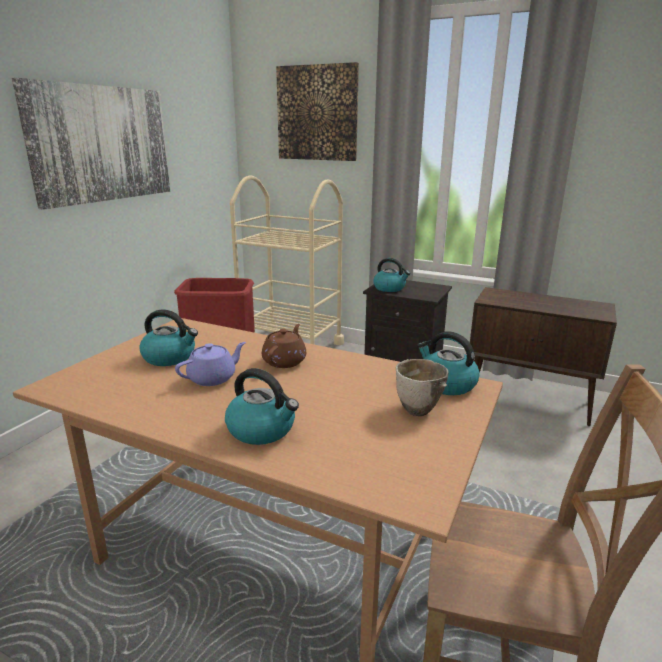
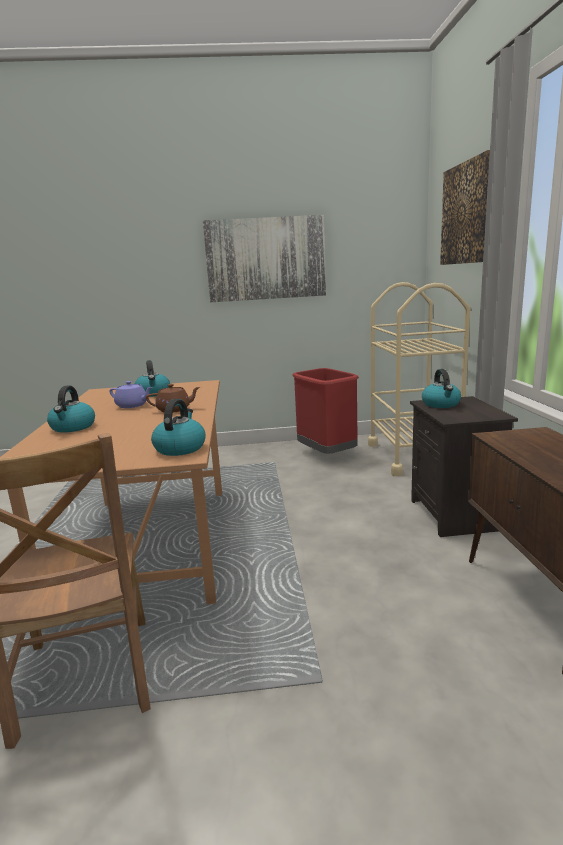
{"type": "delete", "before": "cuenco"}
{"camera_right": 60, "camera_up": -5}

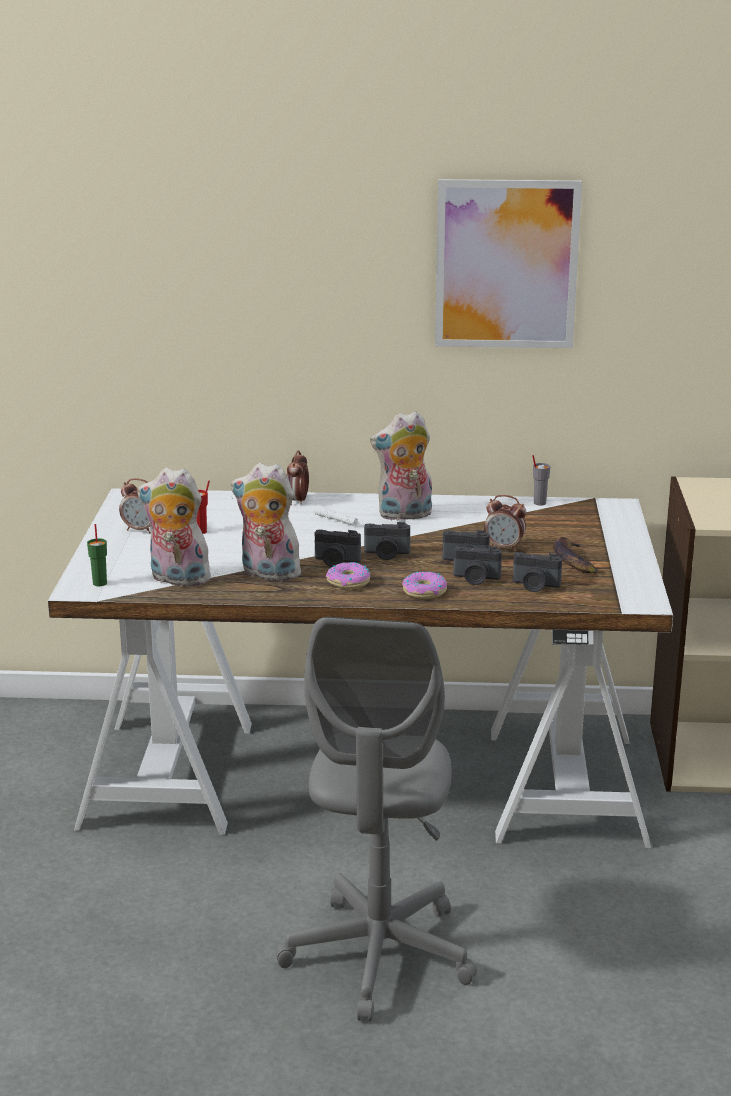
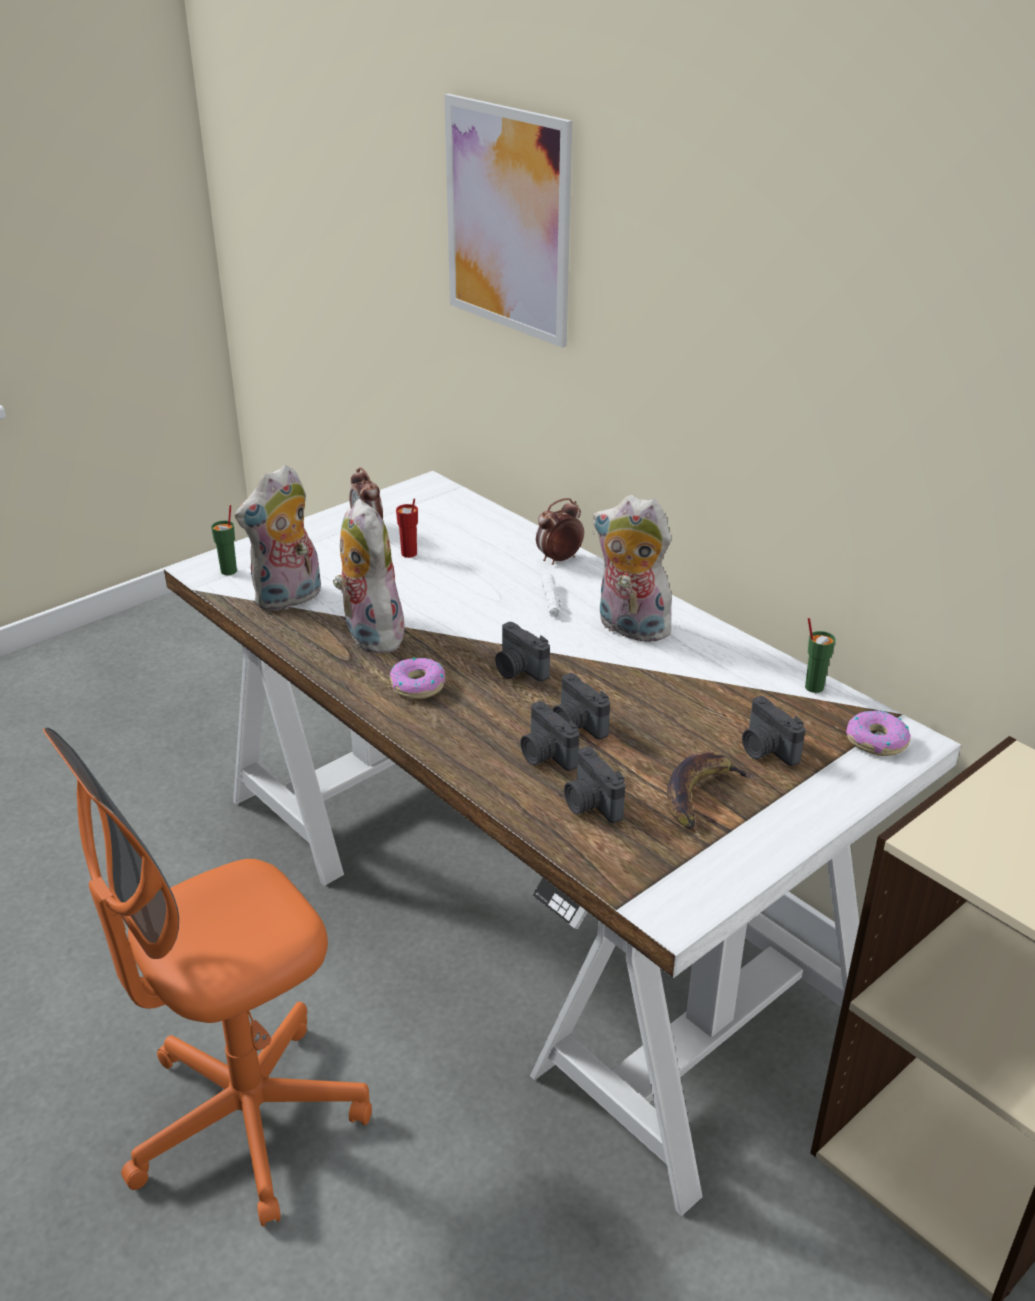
{"type": "move", "before": "cuadro"}
{"type": "recolor", "before": "taza/gris", "after": "taza/verde (2nd from left)"}
{"type": "rotate", "before": "peluche (1st from left)", "turn": -105}
{"type": "delete", "before": "despertador (3rd from left)"}
{"type": "move", "before": "cámara (1st from left in the first image)", "after": "cámara (5th from left)"}
{"type": "move", "before": "rosquilla (2nd from left)"}
{"type": "recolor", "before": "silla de oficina/gris", "after": "silla de oficina/naranja"}
{"camera_right": 45, "camera_up": 10}

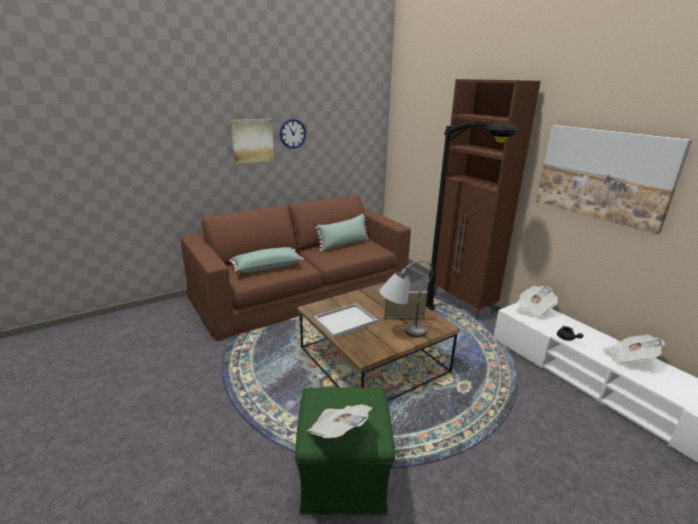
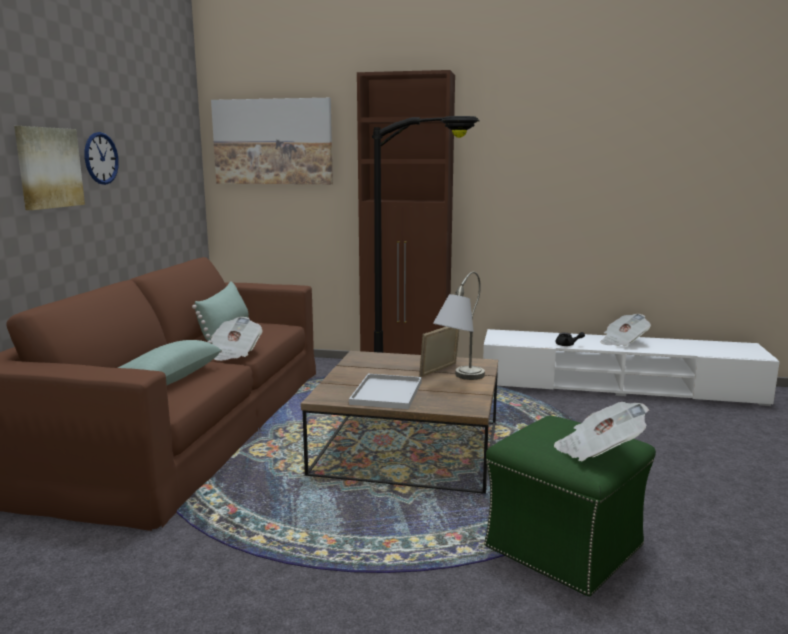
{"type": "move", "before": "cuadro (2nd from left)"}
{"type": "move", "before": "periódico (2nd from left in the first image)", "after": "periódico (1st from left)"}
{"camera_right": -45, "camera_up": -10}

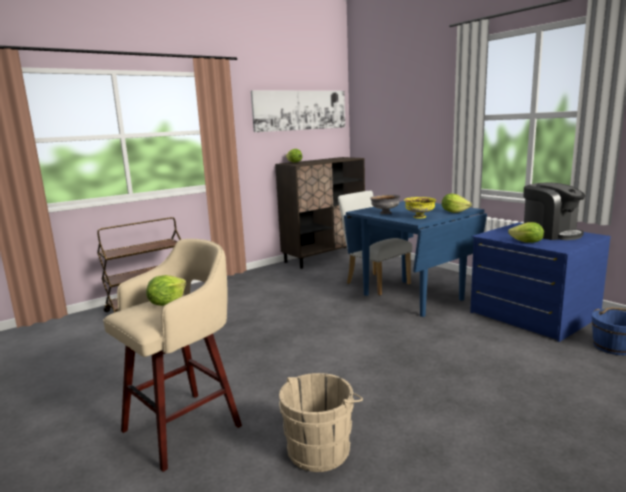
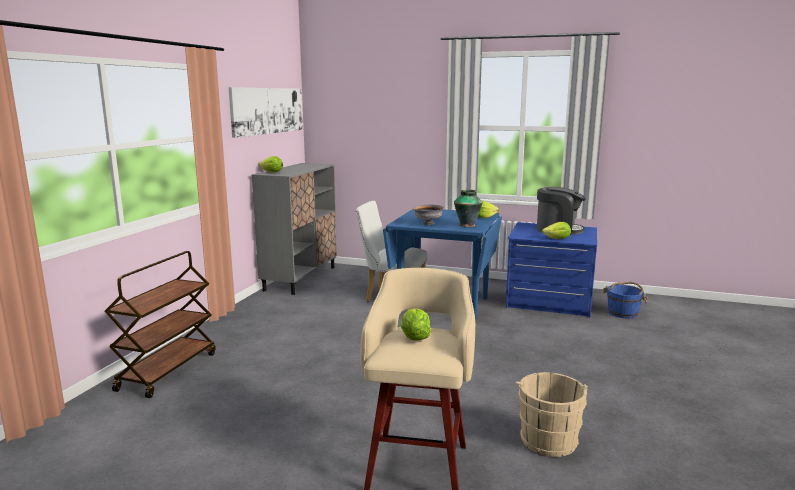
{"type": "recolor", "before": "armario/marrón", "after": "armario/gris"}
{"type": "replace", "before": "cuenco/amarillo", "after": "florero"}
{"camera_right": -35, "camera_up": 0}

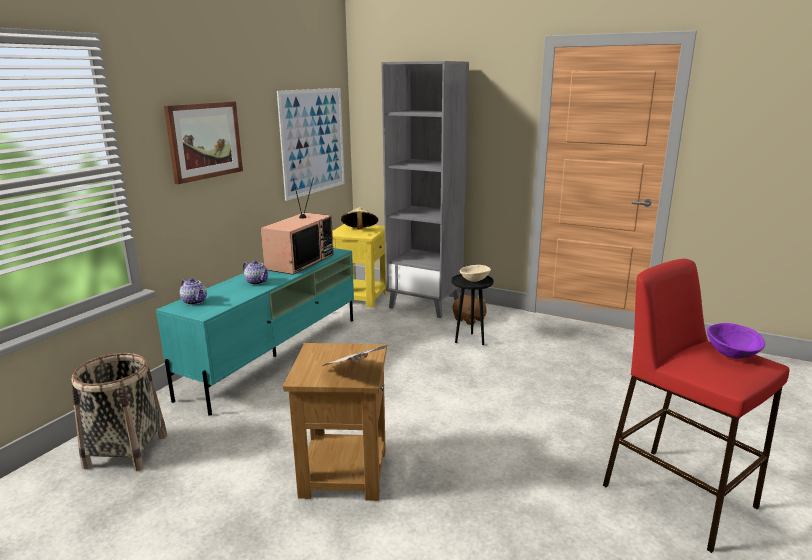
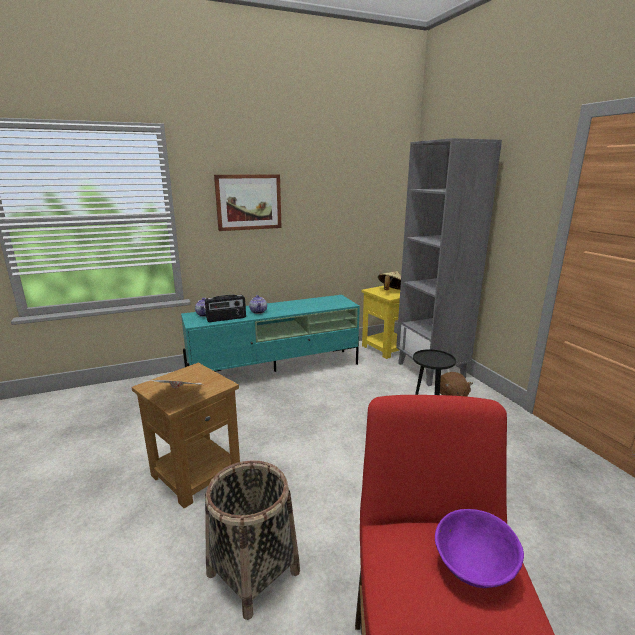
{"type": "delete", "before": "cuadro (2nd from left)"}
{"type": "delete", "before": "televisor"}
{"type": "delete", "before": "cuenco/beis"}
{"type": "move", "before": "cesta"}
{"type": "insert", "after": "radio"}
{"camera_right": 40, "camera_up": 0}

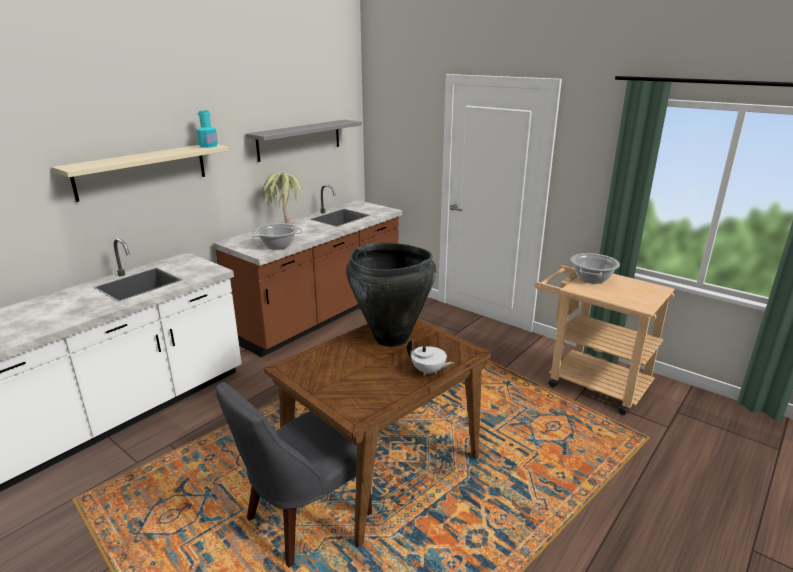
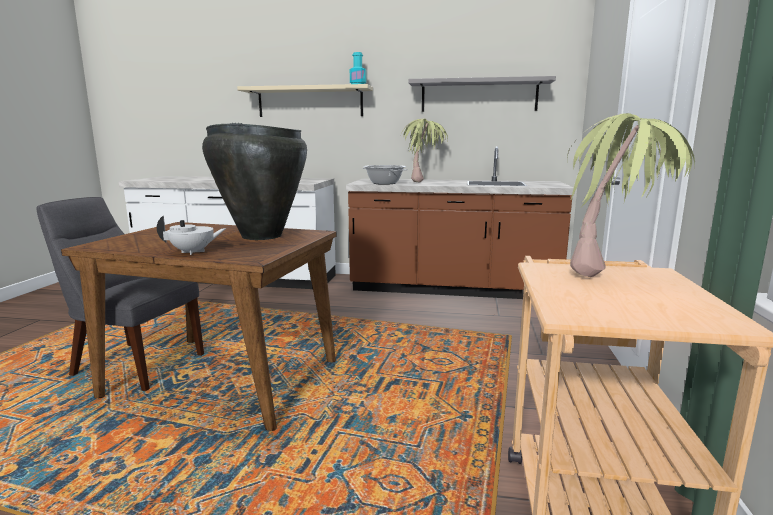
{"type": "replace", "before": "olla (2nd from left)", "after": "planta en maceta (2nd from left)"}
{"type": "rotate", "before": "tetera/blanco", "turn": -105}
{"camera_right": 60, "camera_up": -10}

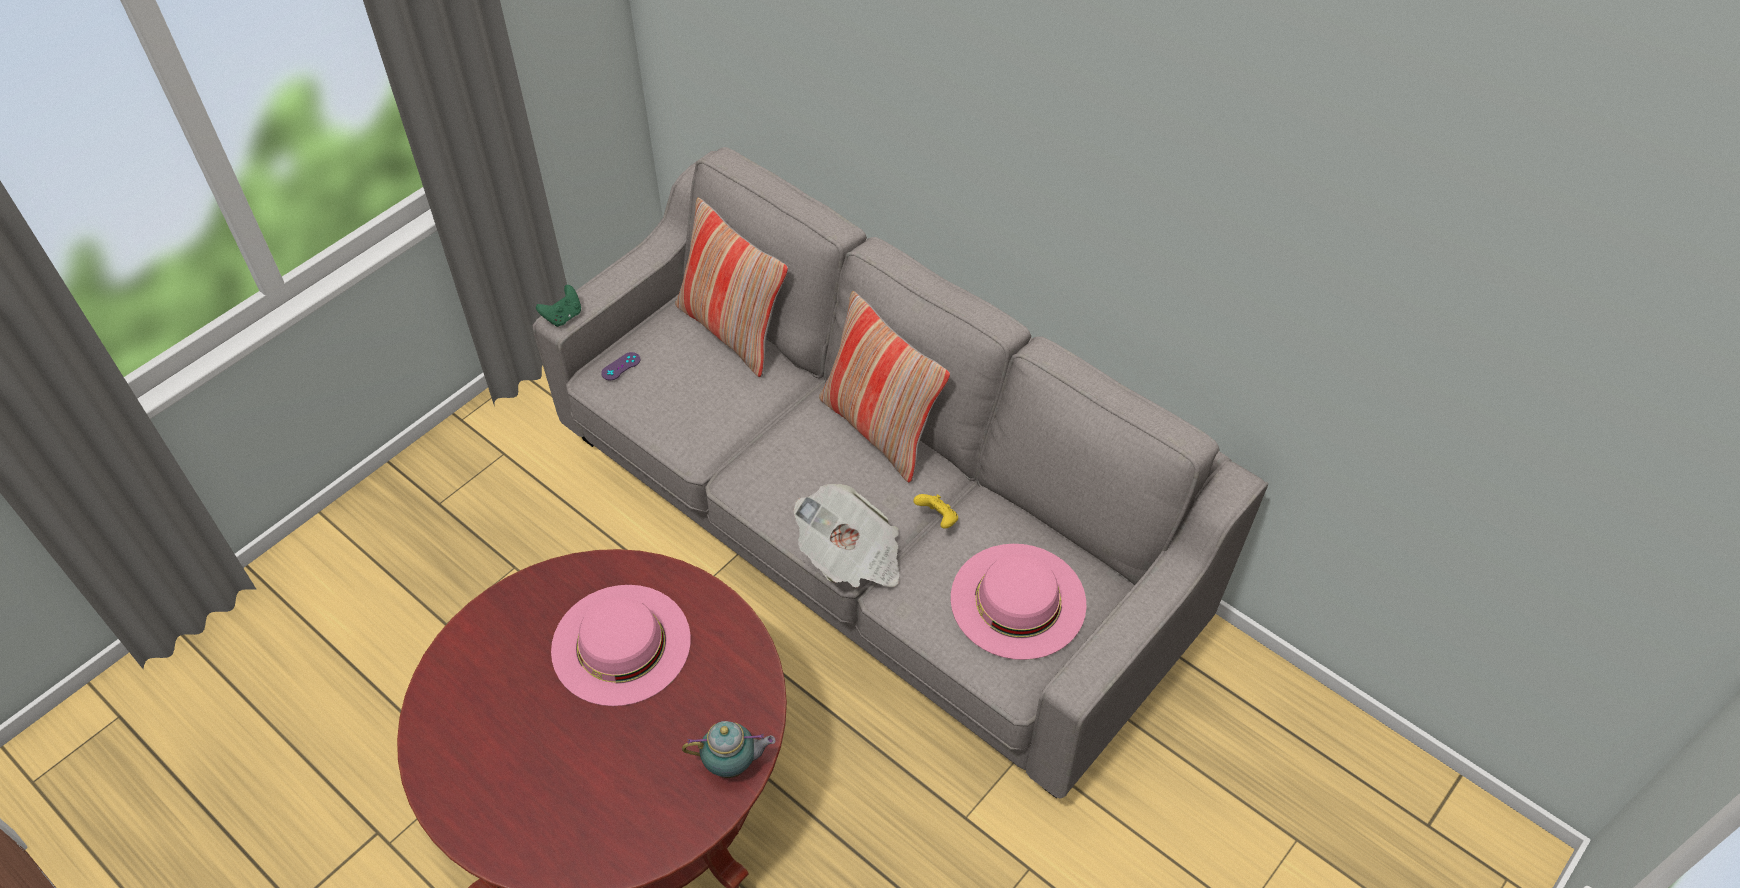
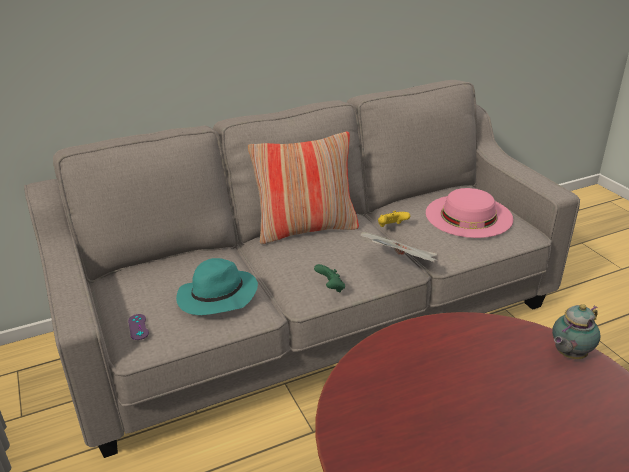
{"type": "delete", "before": "cojín (1st from left)"}
{"type": "move", "before": "mando de consola/verde"}
{"type": "delete", "before": "sombrero/rosa (1st from left)"}
{"type": "rotate", "before": "tetera", "turn": -150}
{"type": "insert", "after": "sombrero/turquesa"}
{"camera_right": -65, "camera_up": -20}

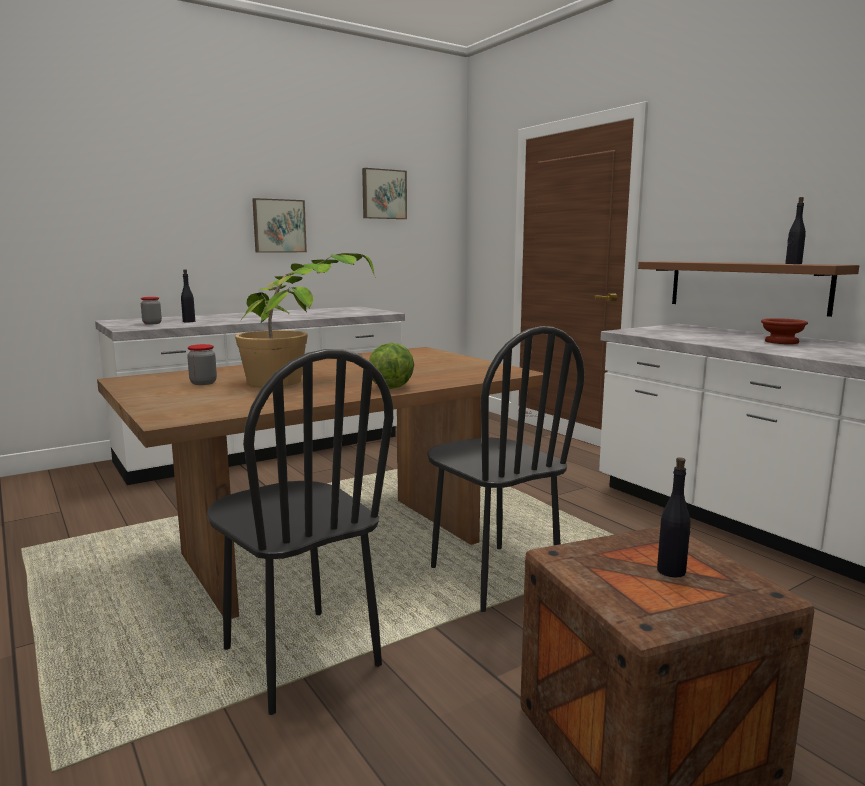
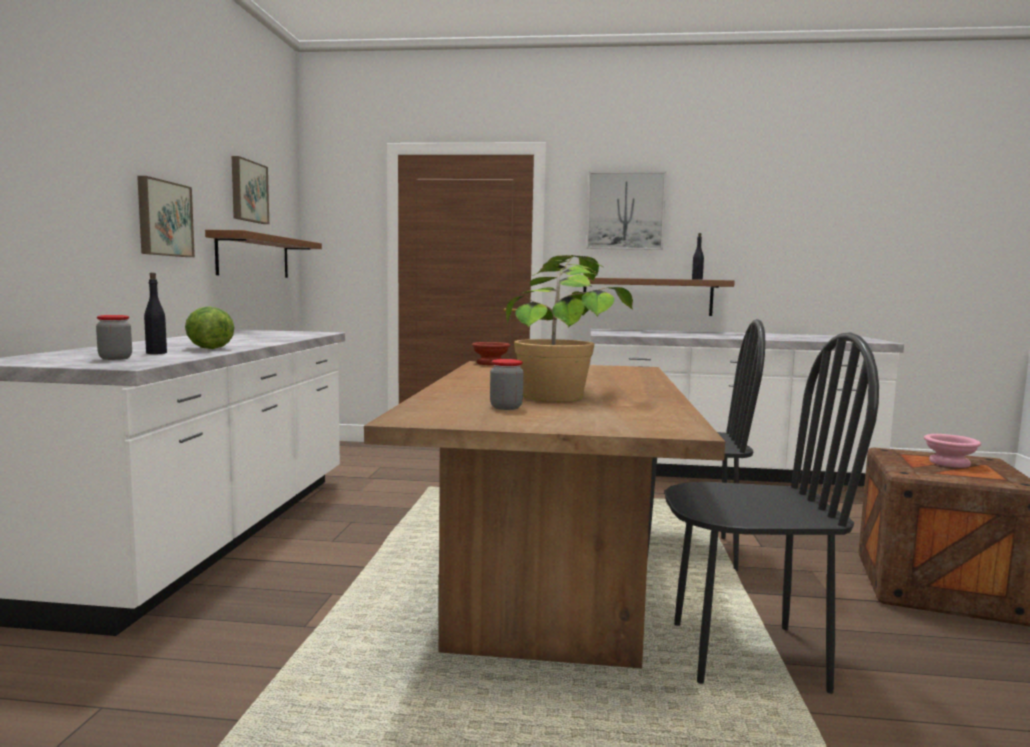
{"type": "move", "before": "cuenco/marrón"}
{"type": "move", "before": "lechuga"}
{"type": "replace", "before": "botella/negro (2nd from left)", "after": "cuenco/rosa"}
{"type": "insert", "after": "cuadro (3rd from left)"}
{"type": "insert", "after": "estante/marrón (1st from left)"}
{"camera_right": -50, "camera_up": -5}

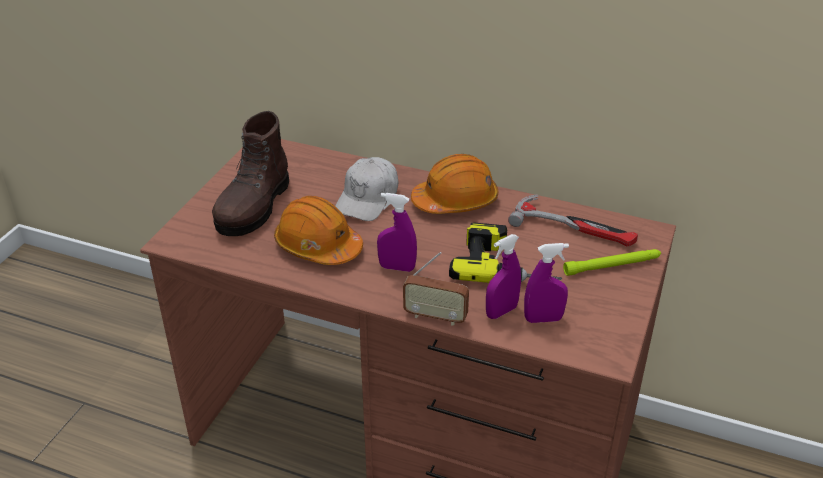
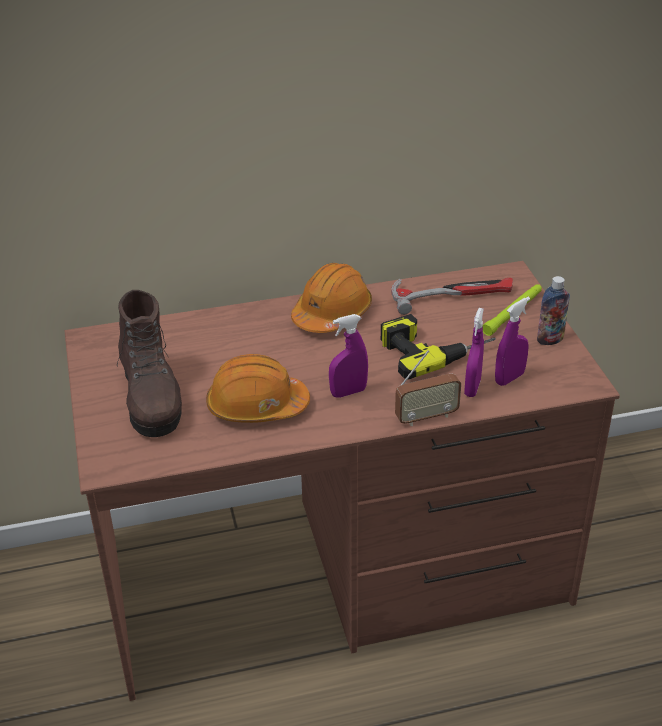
{"type": "delete", "before": "gorra/blanco"}
{"type": "insert", "after": "botella"}
{"camera_right": -35, "camera_up": 0}

